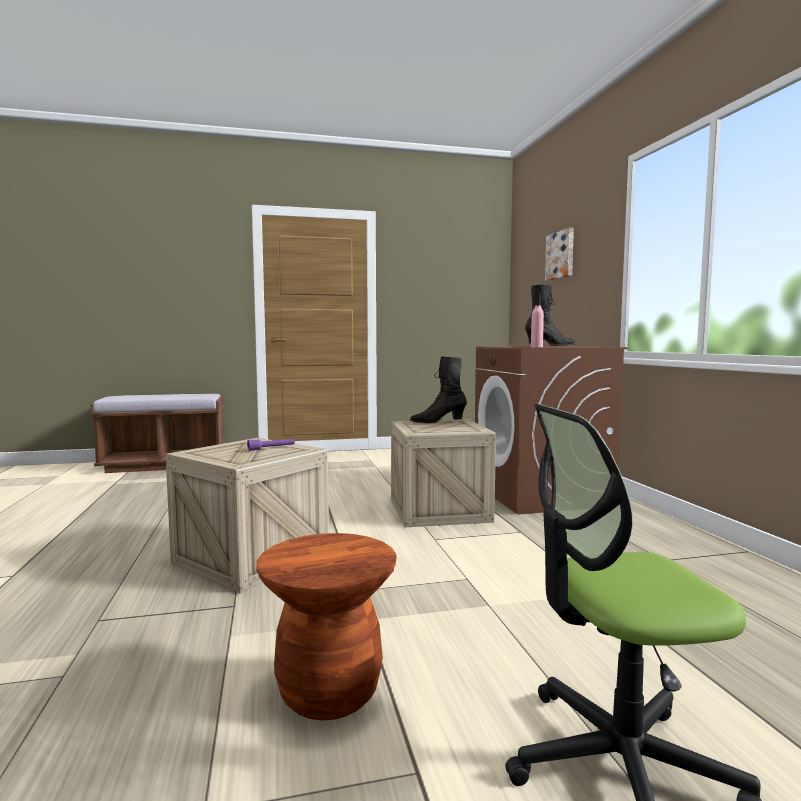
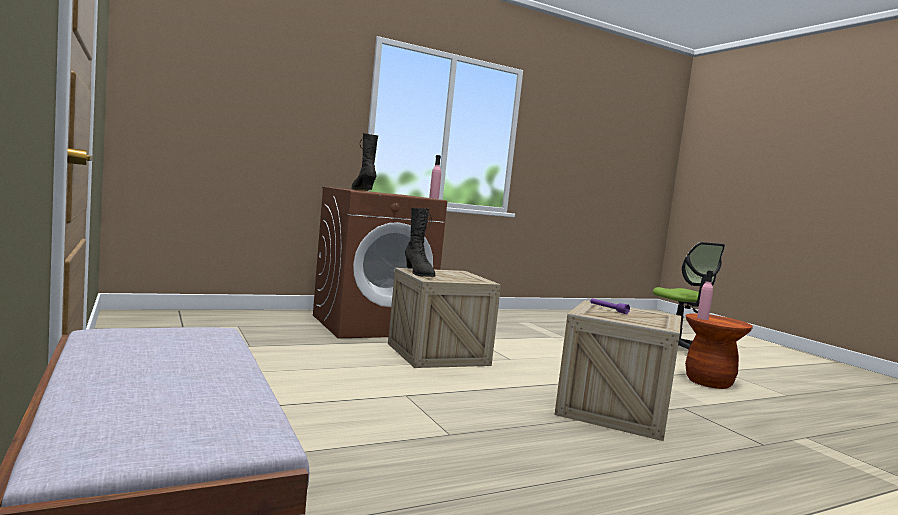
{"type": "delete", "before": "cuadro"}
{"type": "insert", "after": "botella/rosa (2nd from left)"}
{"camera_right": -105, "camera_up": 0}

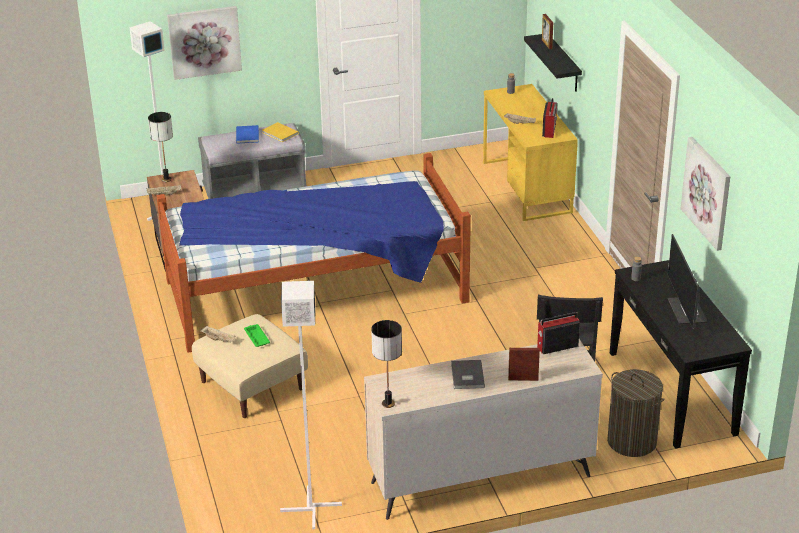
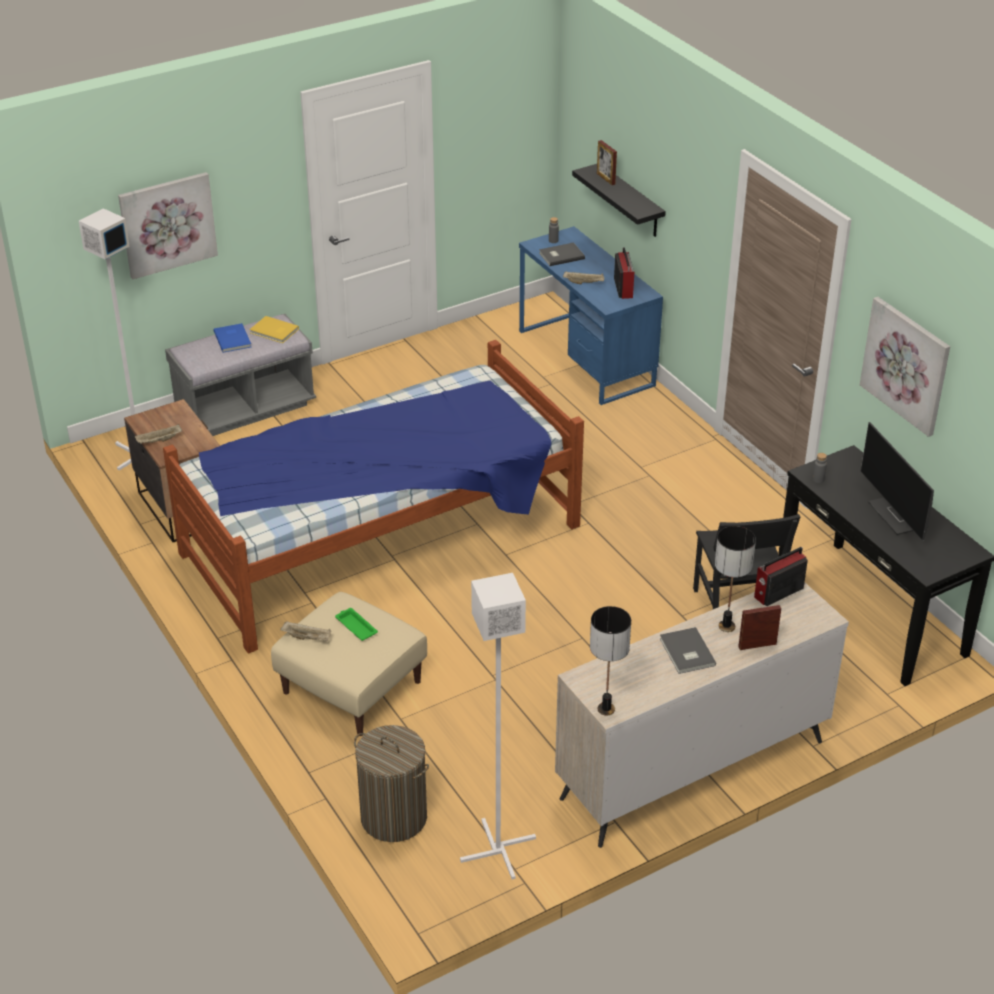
{"type": "recolor", "before": "escritorio/amarillo", "after": "escritorio/azul"}
{"type": "move", "before": "lámpara de mesa (1st from left in the first image)", "after": "lámpara de mesa (2nd from left)"}
{"type": "move", "before": "cesto de la ropa"}
{"type": "insert", "after": "libro/gris (1st from left)"}
{"camera_right": -15, "camera_up": 5}

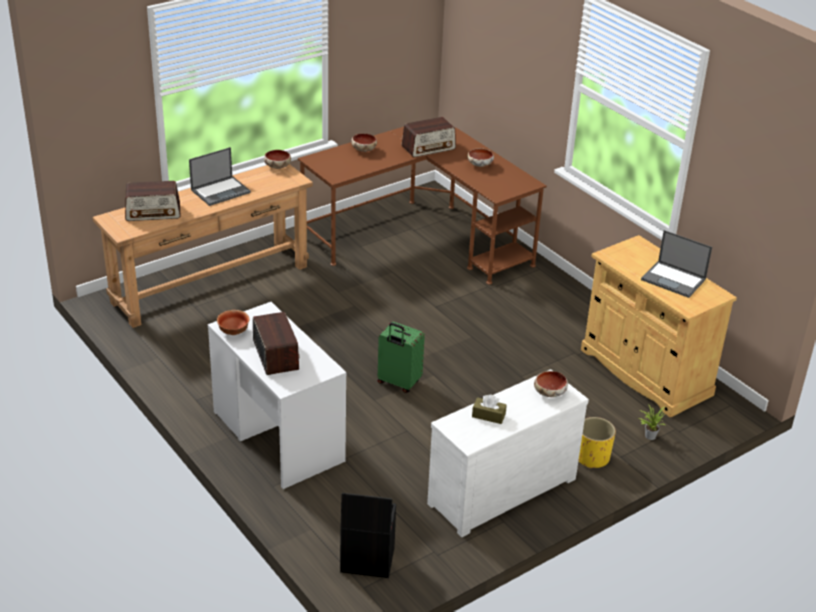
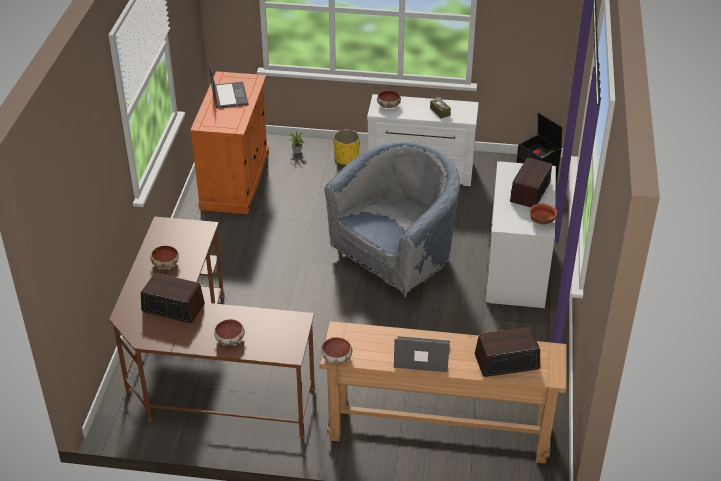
{"type": "rotate", "before": "radio (1st from left in the first image)", "turn": -45}
{"type": "recolor", "before": "armario/beis", "after": "armario/naranja"}
{"type": "replace", "before": "maleta/verde", "after": "sillón/gris"}
{"camera_right": -135, "camera_up": 5}

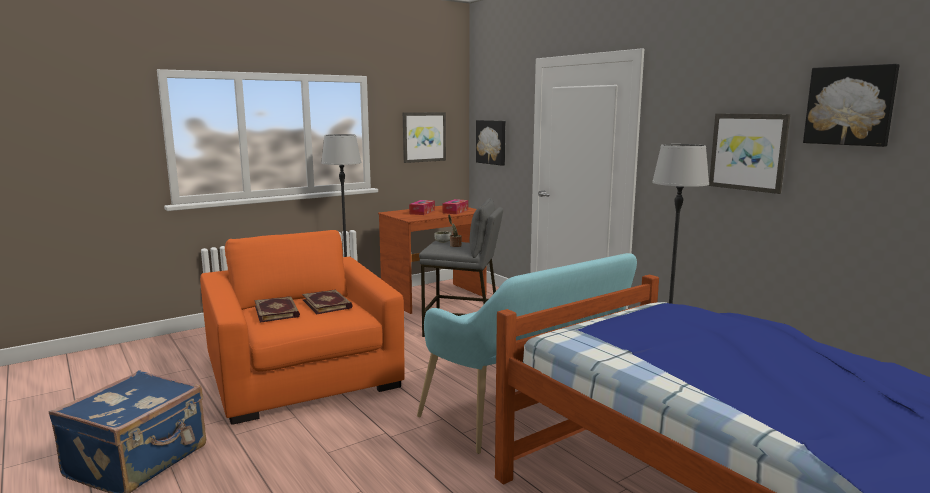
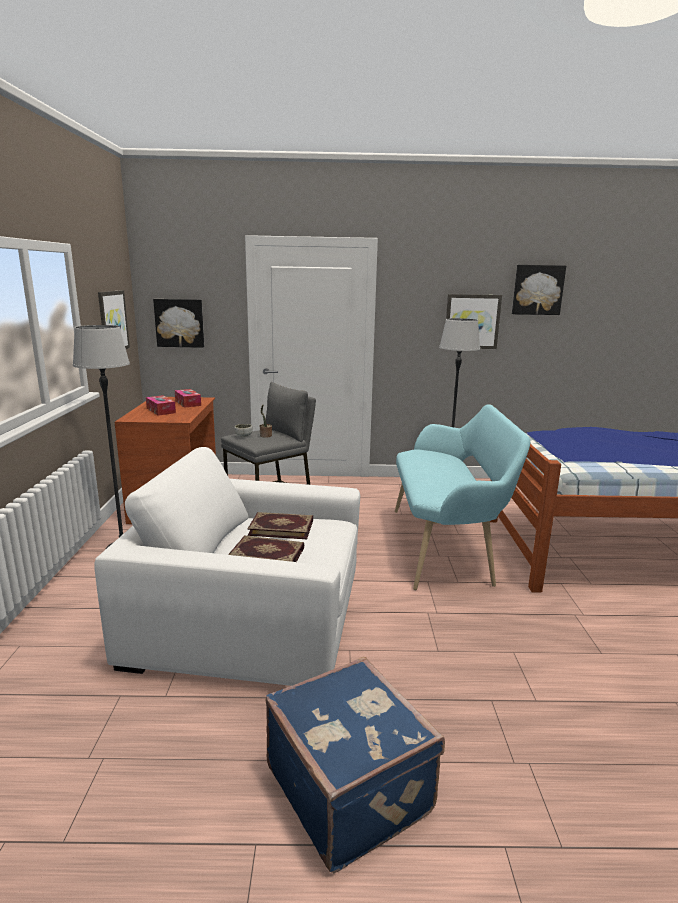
{"type": "recolor", "before": "sillón/naranja", "after": "sillón/blanco"}
{"camera_right": -55, "camera_up": 5}

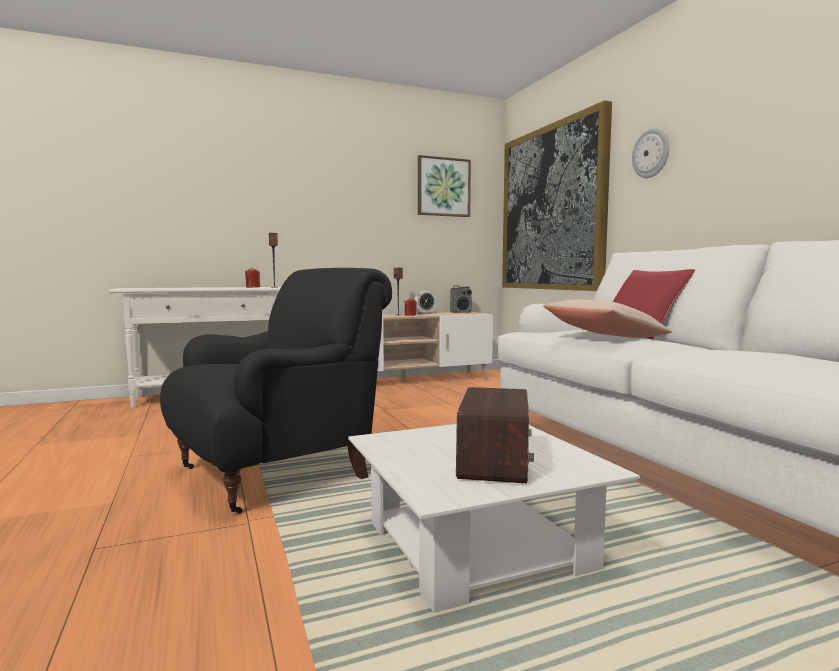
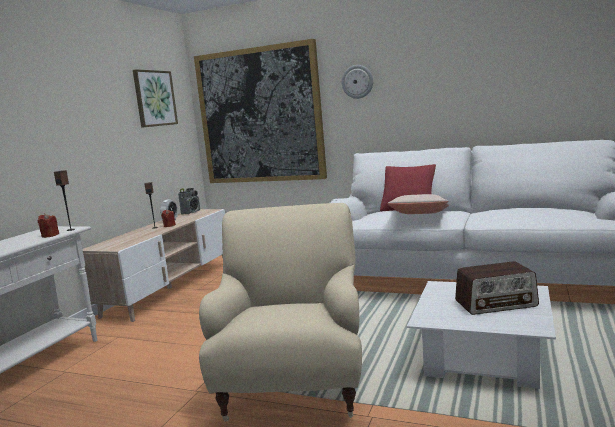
{"type": "recolor", "before": "sillón/negro", "after": "sillón/beis"}
{"type": "rotate", "before": "radio (2nd from left)", "turn": 120}
{"camera_right": -45, "camera_up": 5}

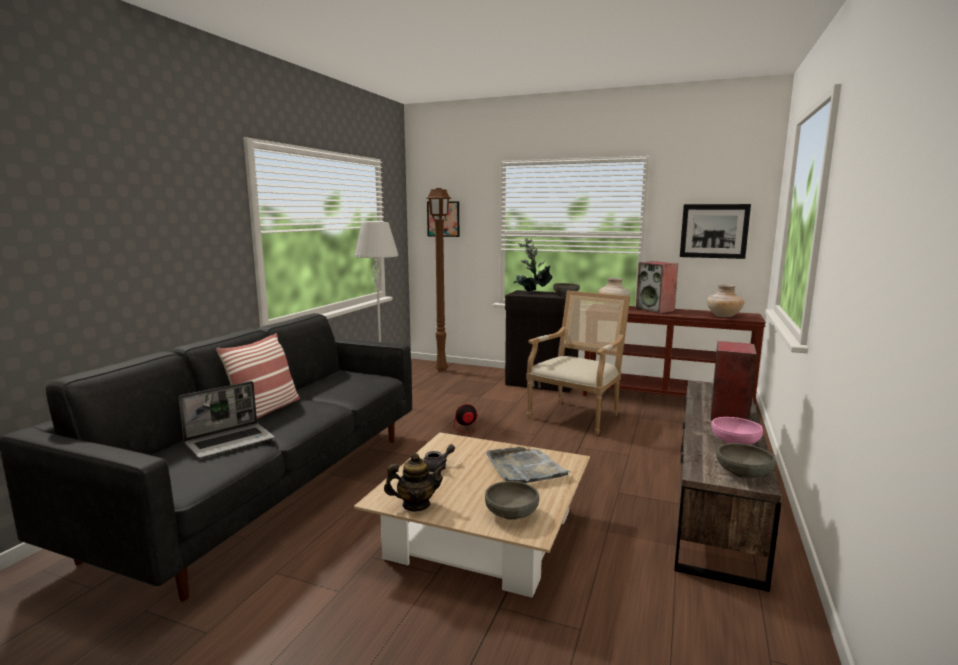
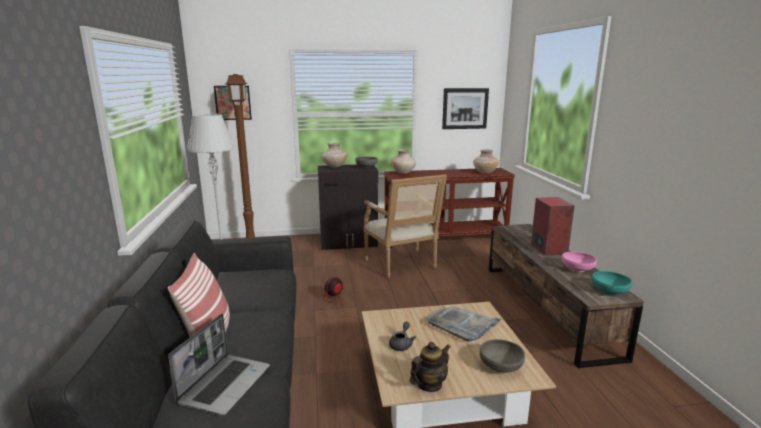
{"type": "replace", "before": "planta en maceta", "after": "florero/beis (1st from left)"}
{"type": "delete", "before": "altavoz (1st from left)"}
{"type": "rotate", "before": "sillón", "turn": 150}
{"type": "recolor", "before": "cuenco/gris (3rd from left)", "after": "cuenco/turquesa"}
{"camera_right": -30, "camera_up": 5}

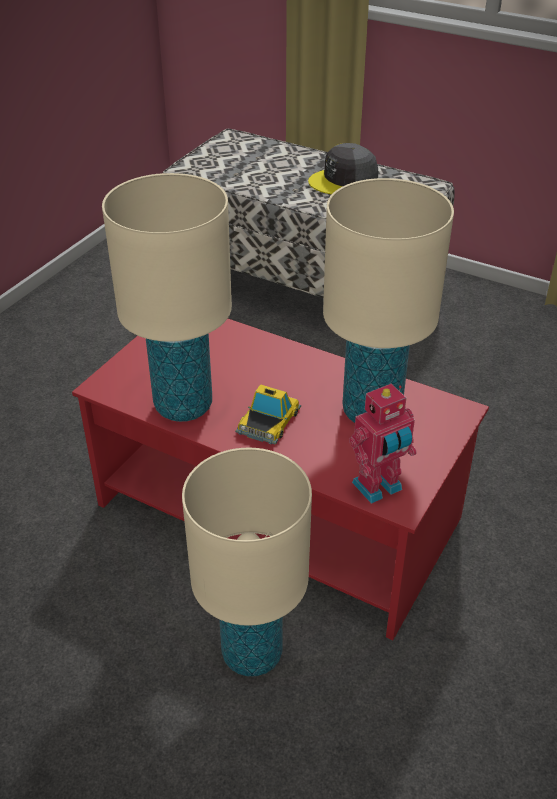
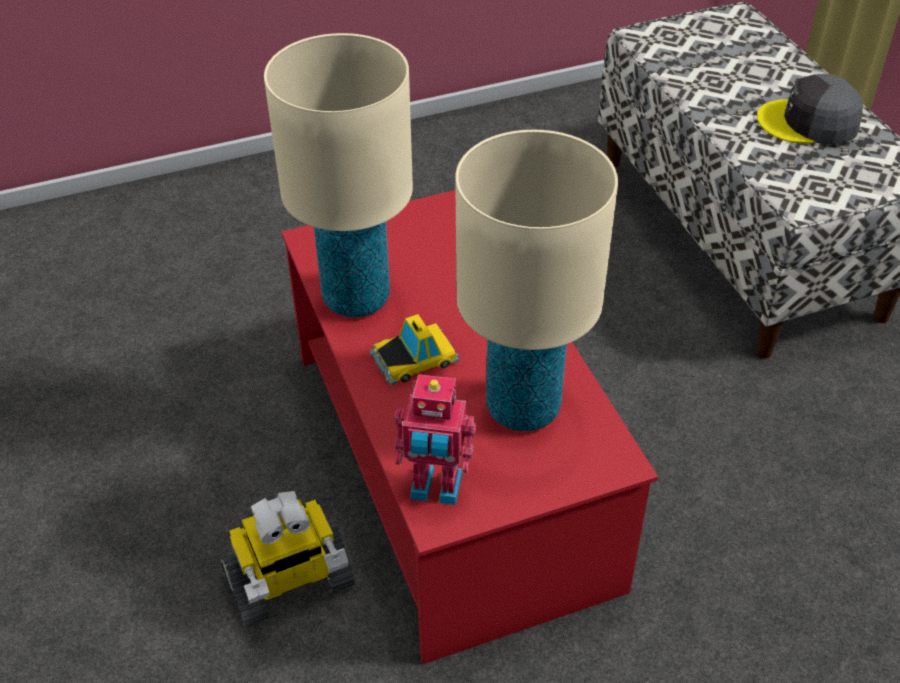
{"type": "replace", "before": "lámpara de mesa/beis (2nd from left)", "after": "robot de juguete (1st from left)"}
{"camera_right": 40, "camera_up": 5}

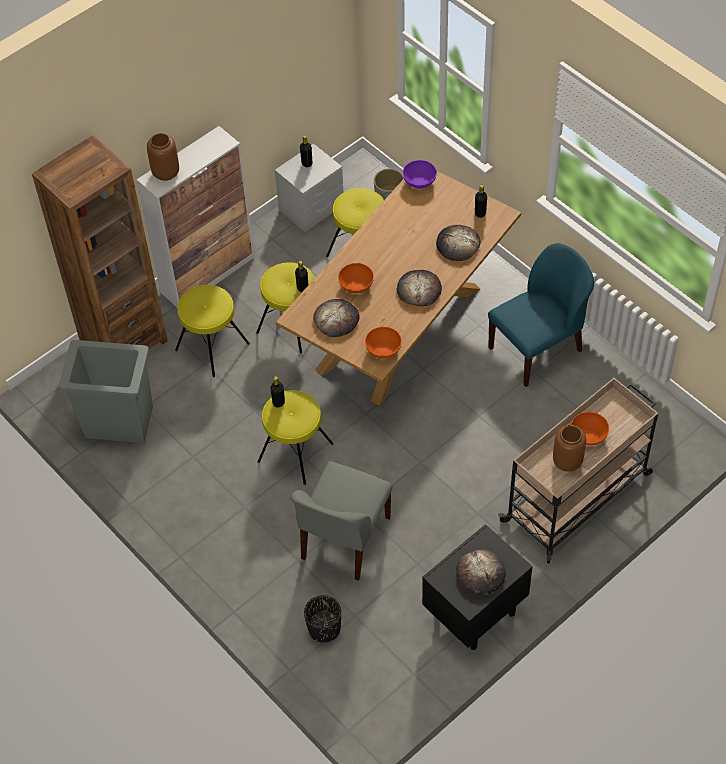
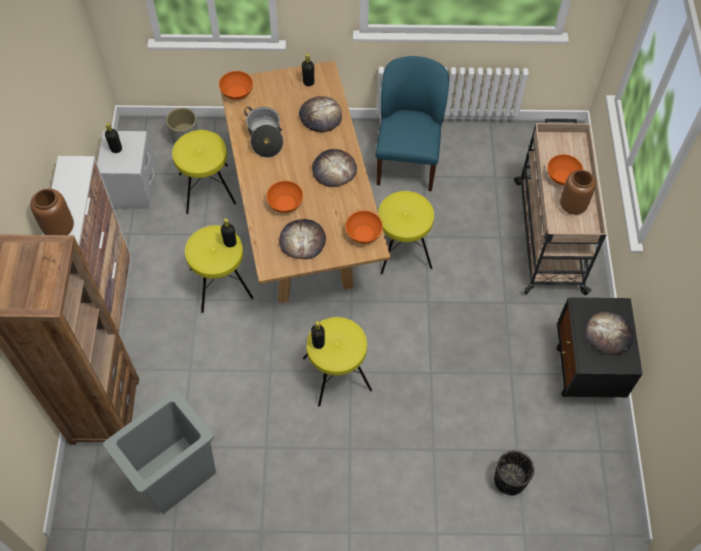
{"type": "recolor", "before": "cuenco/morado", "after": "cuenco/naranja (1st from left)"}
{"type": "move", "before": "taburete/amarillo (1st from left in the first image)", "after": "taburete/amarillo (4th from left)"}
{"type": "delete", "before": "silla/gris"}
{"type": "insert", "after": "olla"}
{"camera_right": -50, "camera_up": 5}

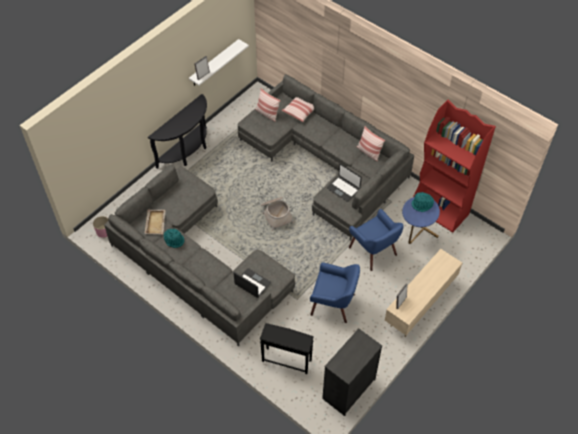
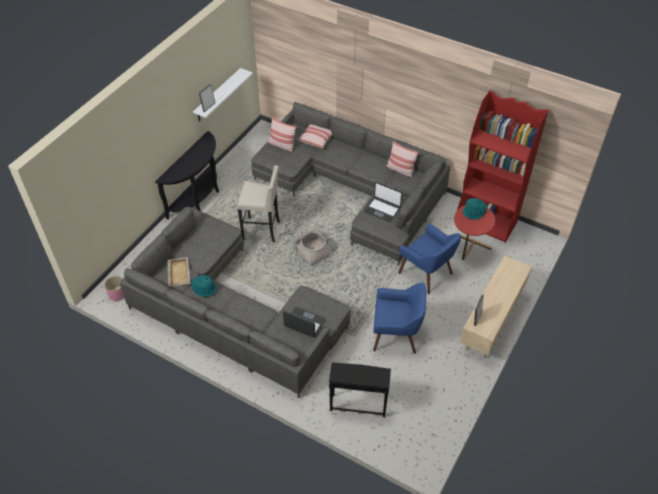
{"type": "recolor", "before": "mesa auxiliar/azul", "after": "mesa auxiliar/rojo"}
{"type": "delete", "before": "cómoda/negro"}
{"type": "insert", "after": "taburete/beis"}
{"camera_right": -10, "camera_up": -5}

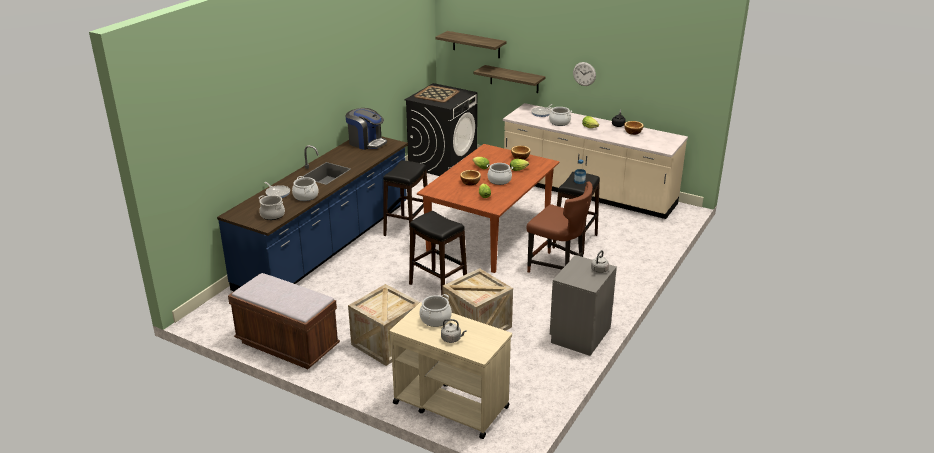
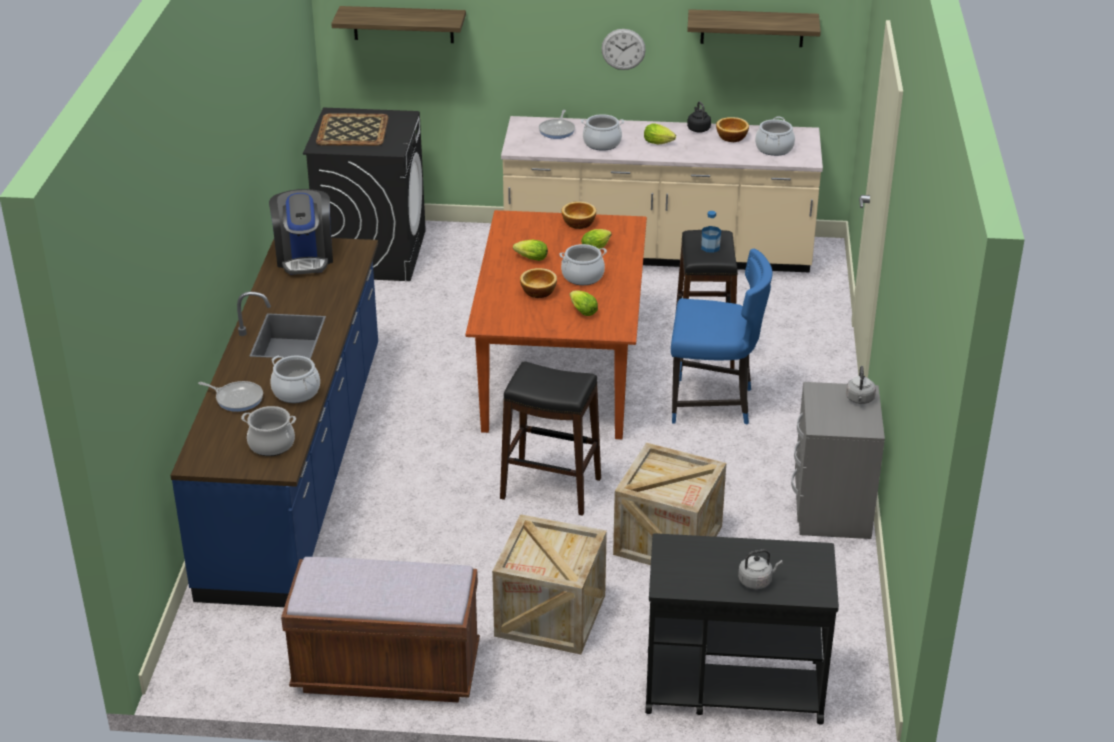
{"type": "move", "before": "estante (2nd from left)"}
{"type": "rotate", "before": "cafetera", "turn": 75}
{"type": "delete", "before": "taburete/negro (1st from left)"}
{"type": "recolor", "before": "silla/marrón", "after": "silla/azul"}
{"type": "move", "before": "olla (3rd from left in the first image)", "after": "olla (5th from left)"}
{"type": "recolor", "before": "carrito/beis", "after": "carrito/negro"}
{"camera_right": -25, "camera_up": 5}

